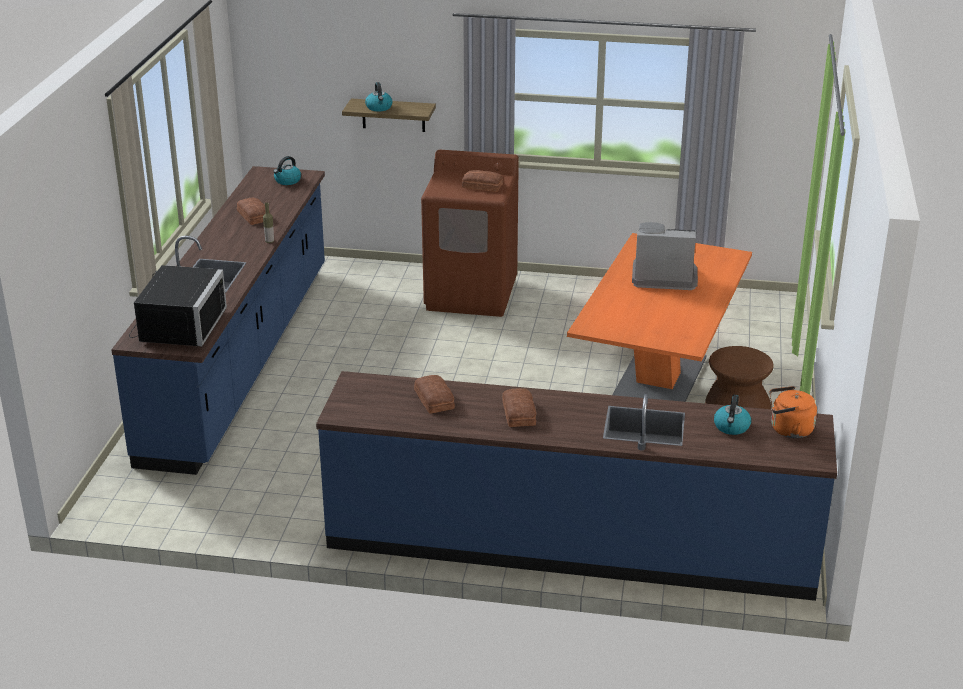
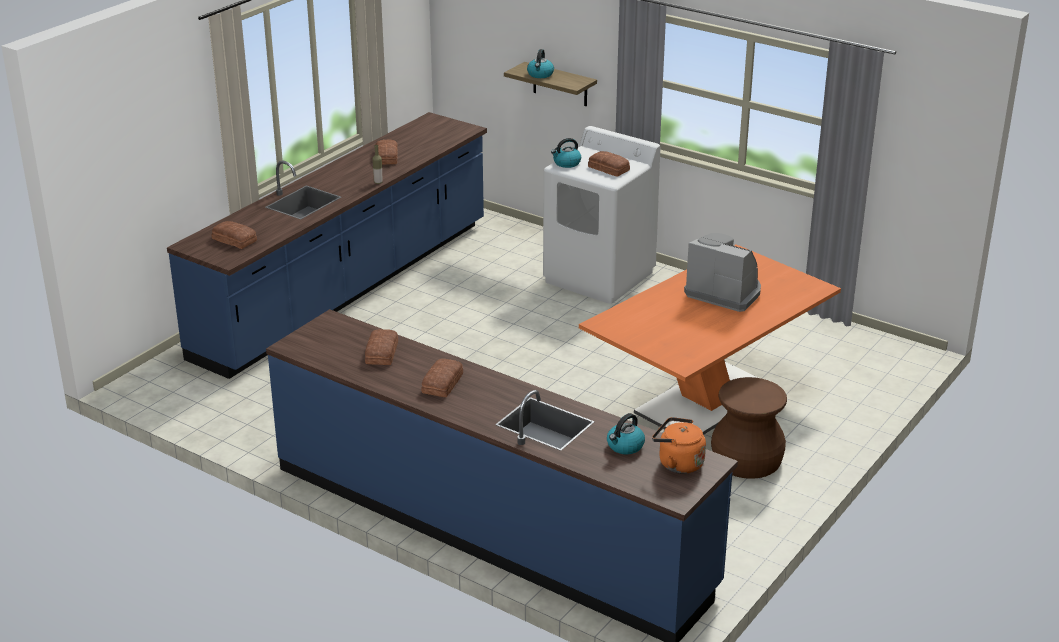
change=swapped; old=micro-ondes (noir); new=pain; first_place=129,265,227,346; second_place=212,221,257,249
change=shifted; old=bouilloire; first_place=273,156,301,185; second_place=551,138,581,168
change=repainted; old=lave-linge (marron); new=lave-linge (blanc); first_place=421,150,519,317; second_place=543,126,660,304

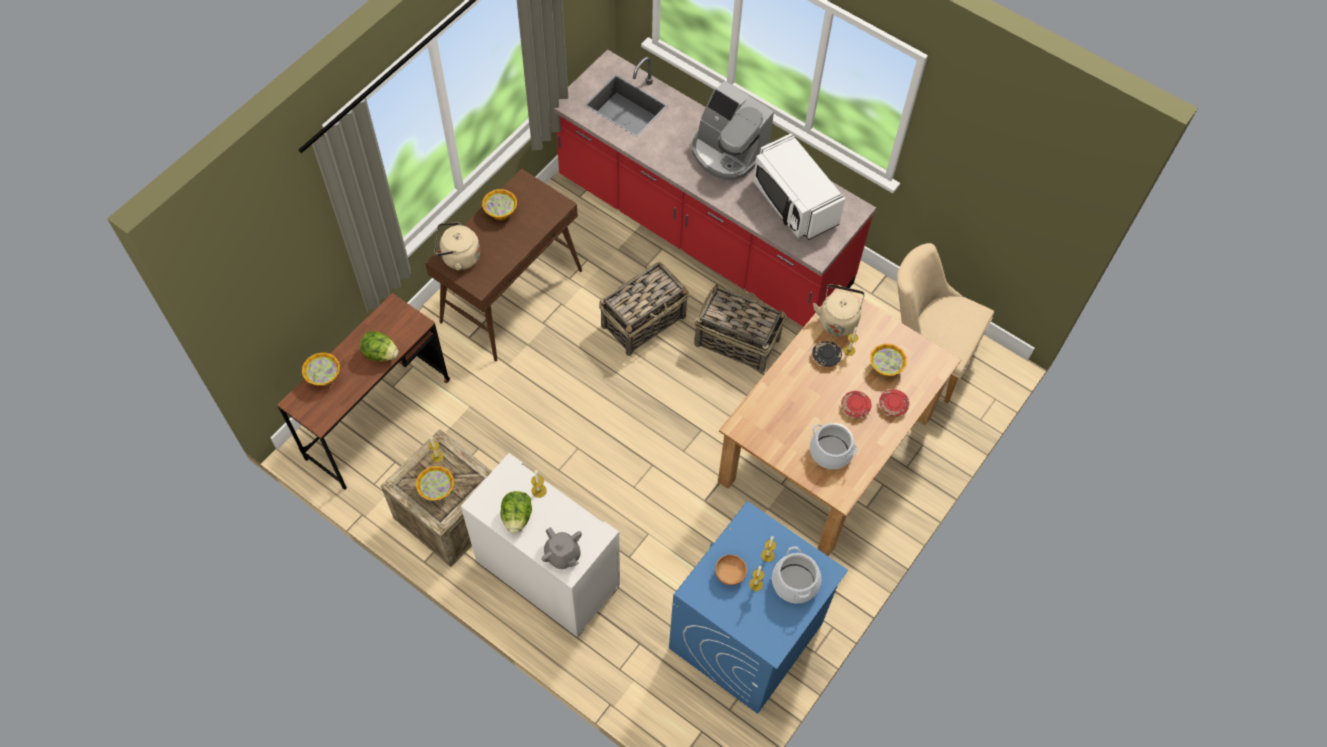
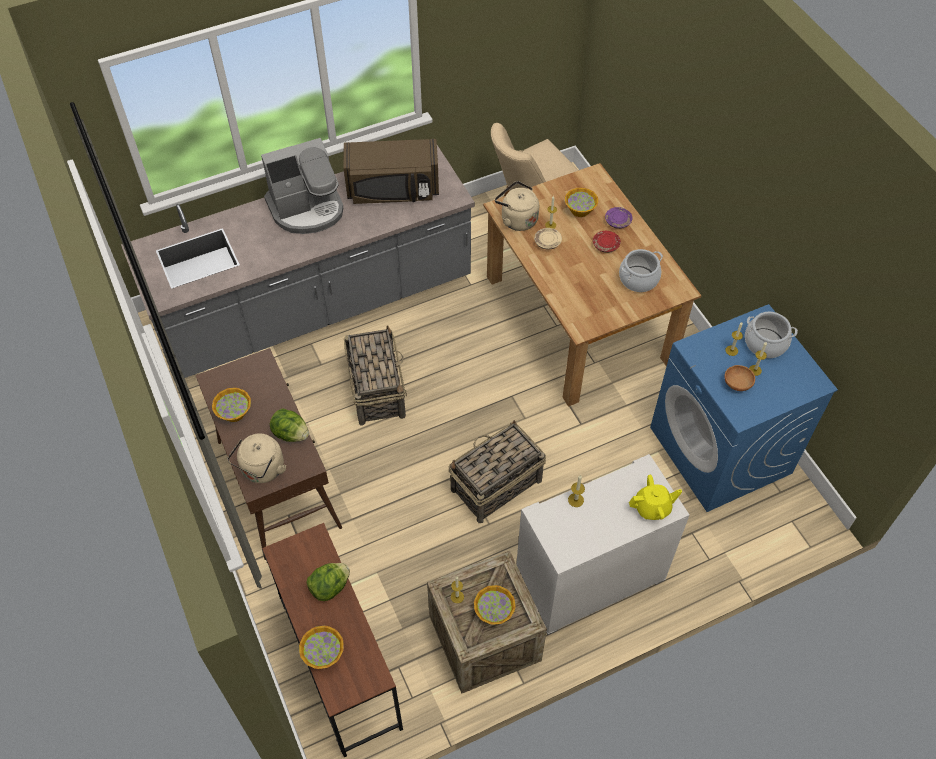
change=shifted; old=laitue; first_place=501,491,532,534; second_place=270,409,309,442
change=repainted; old=théière (gris); new=théière (jaune); first_place=541,527,582,569; second_place=629,475,682,520
change=repainted; old=comptoir de cuisine (rouge); new=comptoir de cuisine (gris); first_place=554,49,876,327; second_place=121,145,475,378
change=shifted; old=panier; first_place=694,283,786,374; second_place=448,420,546,523
change=repainted; old=micro-ondes (blanc); new=micro-ondes (marron); first_place=753,133,845,240; second_place=343,139,439,204
change=repainted; old=assiette (noir); new=assiette (beige); first_place=812,341,842,367; second_place=534,228,562,250
change=repainted; old=assiette (rouge); new=assiette (violet); first_place=879,389,910,417; second_place=605,207,633,229

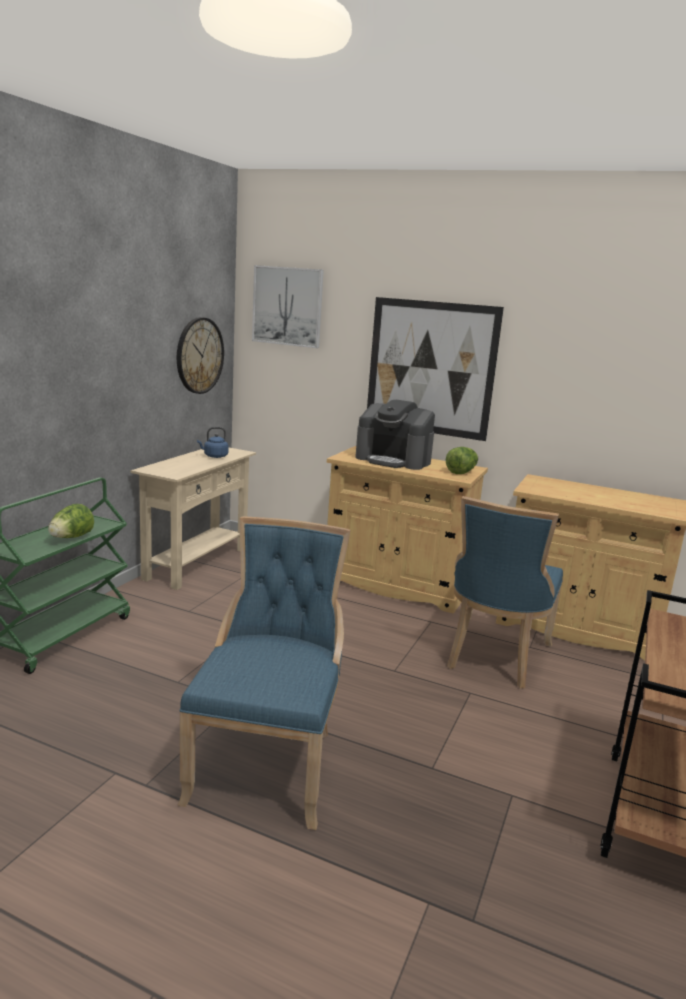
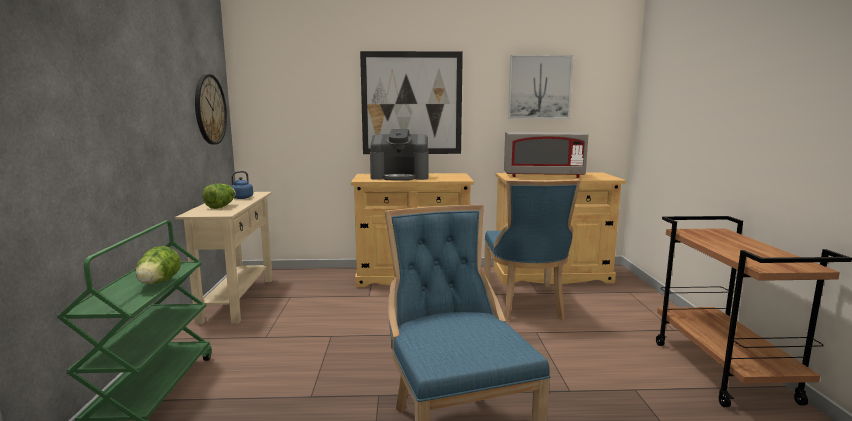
change=shifted; old=tableau; first_place=252,265,324,348; second_place=508,55,573,119
change=shifted; old=laitue; first_place=446,447,478,474; second_place=202,183,236,209
change=new; new=micro-ondes (gris); second_place=504,132,588,178

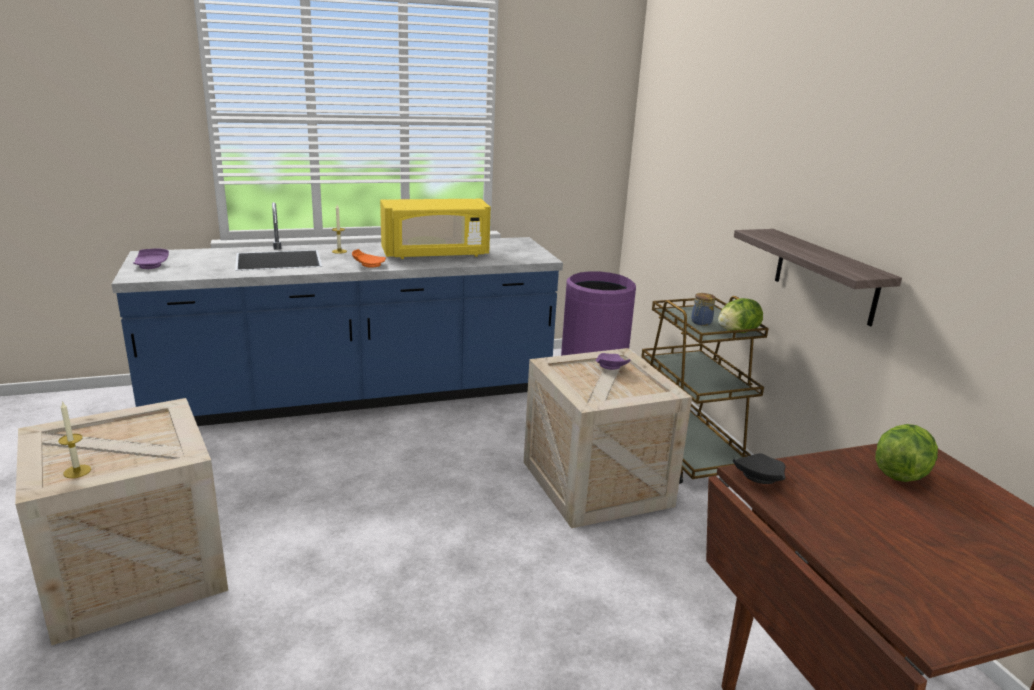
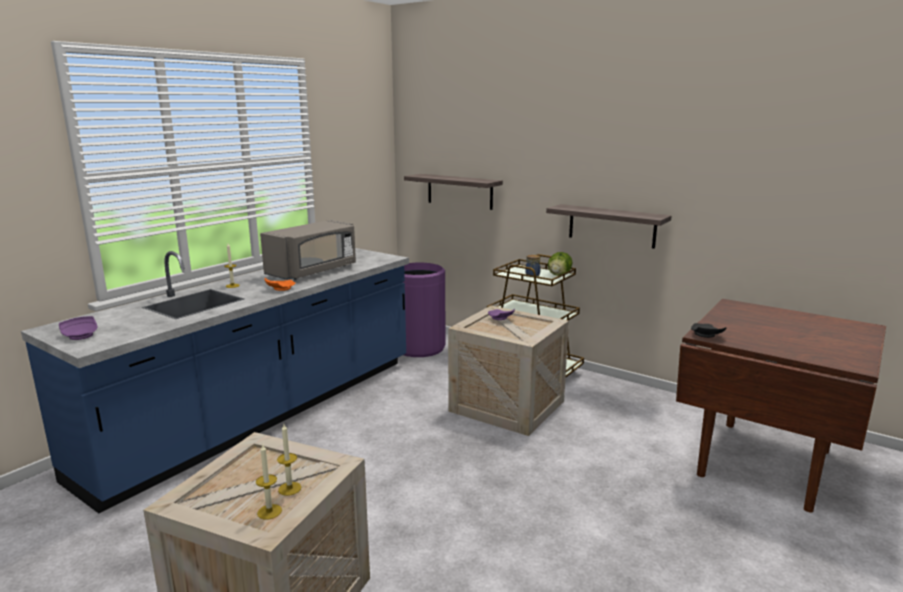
change=repainted; old=micro-ondes (jaune); new=micro-ondes (gris); first_place=380,199,491,259; second_place=260,220,356,280
change=gone; old=laitue; first_place=875,424,938,482
change=new; new=bougie; second_place=277,424,301,496
change=new; new=étagère; second_place=404,174,503,210

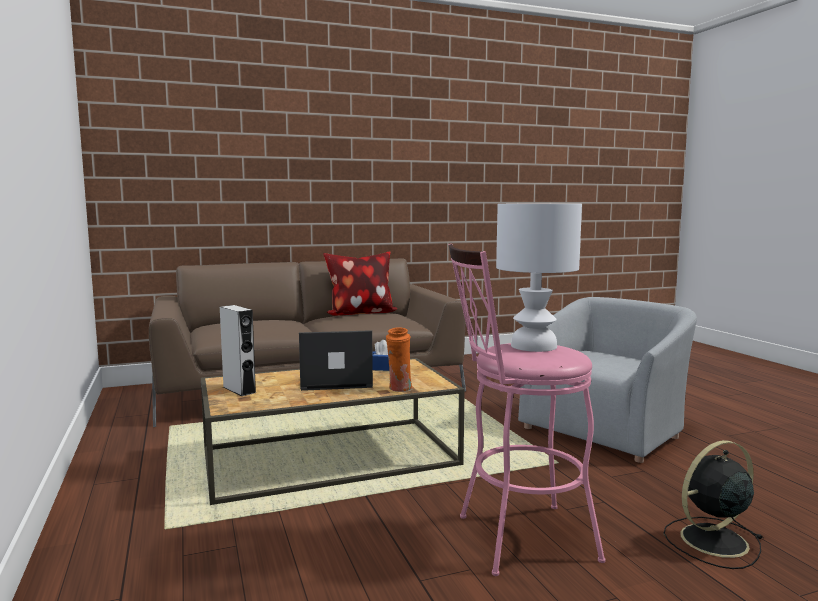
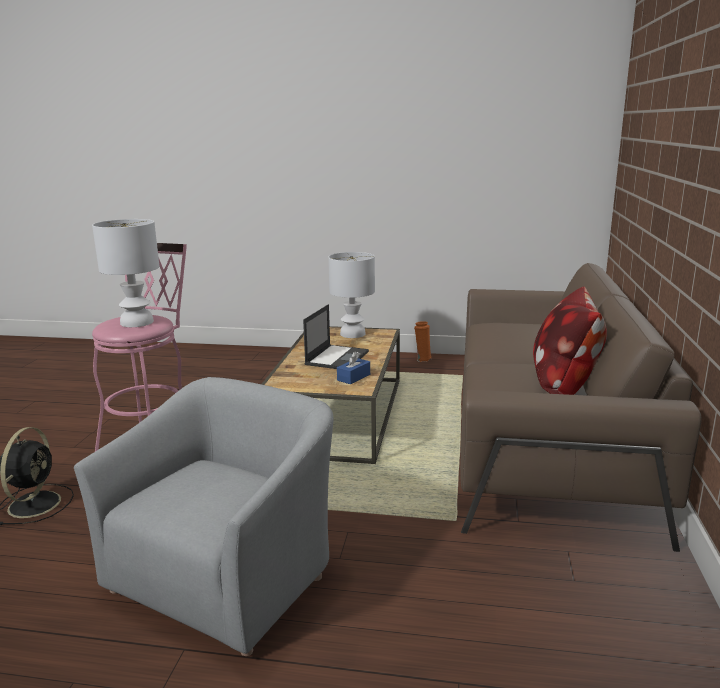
change=swapped; old=enceinte (gris); new=lampe de table (blanc); first_place=220,305,256,396; second_place=328,252,375,338
change=shifted; old=vase (orange); first_place=386,327,413,392; second_place=414,321,432,362
change=rotated; old=fauteuil (gris); first_place=518,297,697,463; second_place=74,377,333,656; degrees=-135

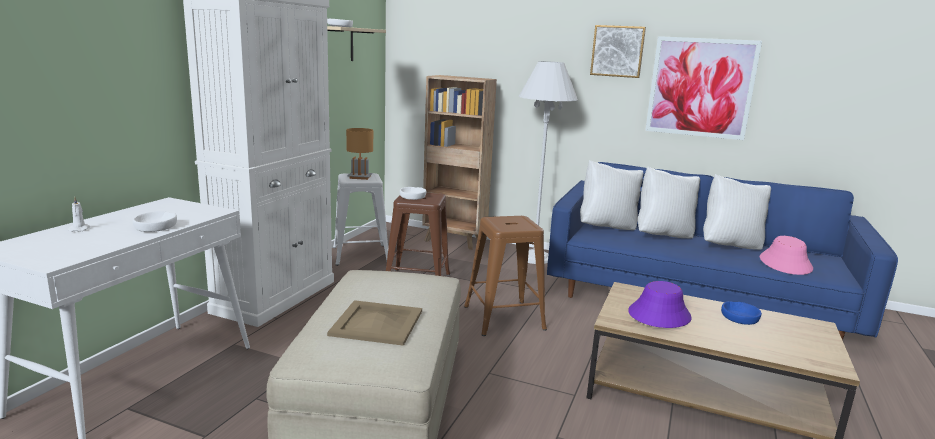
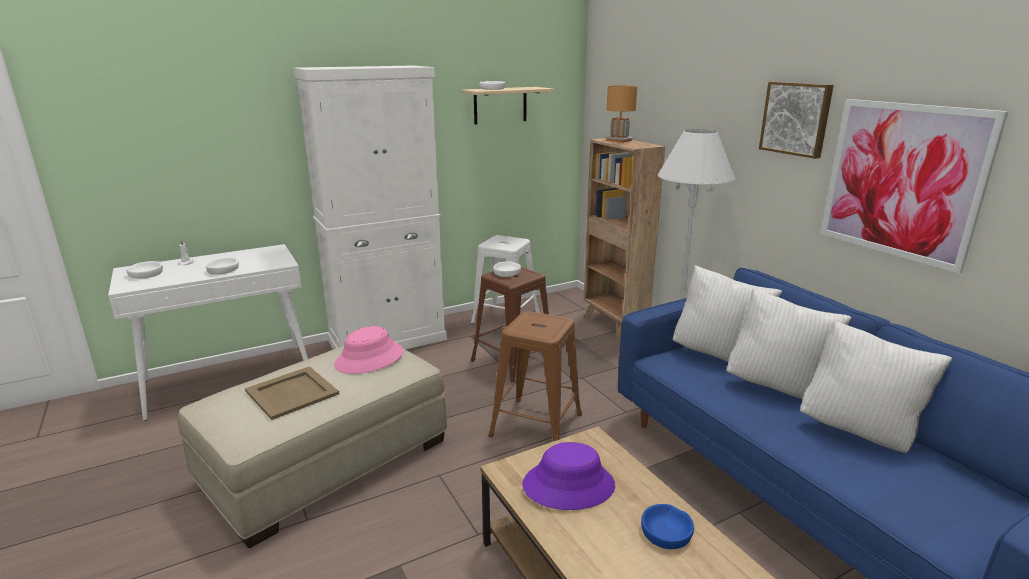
change=shifted; old=lampe de table (marron); first_place=346,128,373,180; second_place=604,85,637,143
change=shifted; old=chapeau (rose); first_place=760,236,813,275; second_place=334,326,404,374
change=new; new=bol (blanc); second_place=126,261,163,278

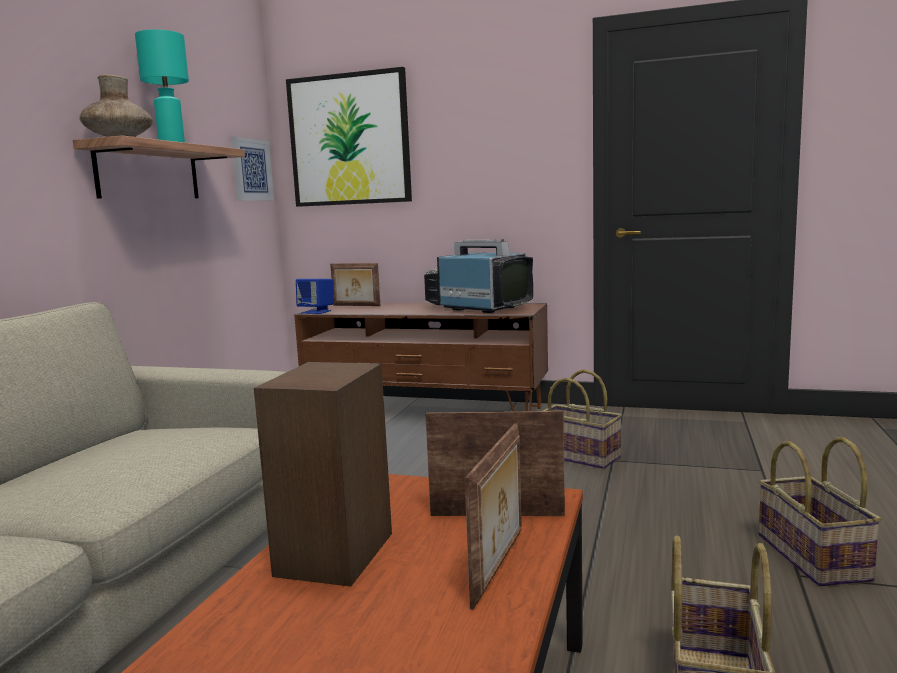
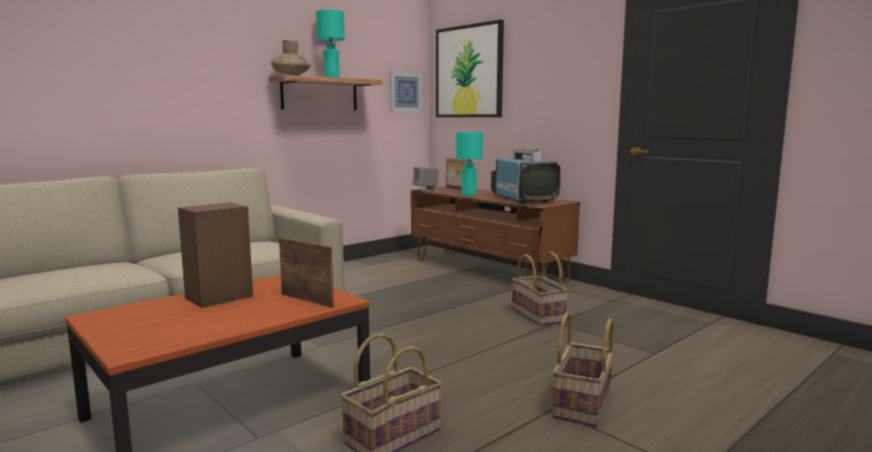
change=repainted; old=enceinte (bleu); new=enceinte (gris); first_place=296,279,334,314; second_place=413,166,439,191
change=gone; old=cadre photo; first_place=465,423,522,610
change=new; new=lampe de table (turquoise); second_place=456,132,483,196

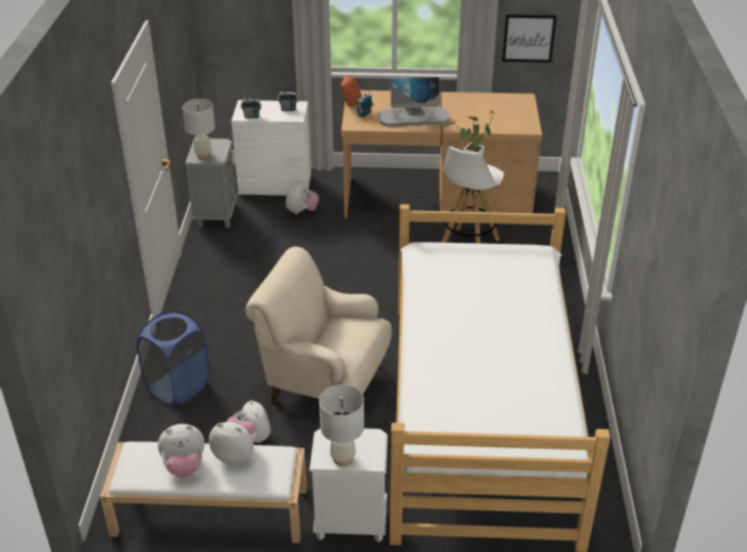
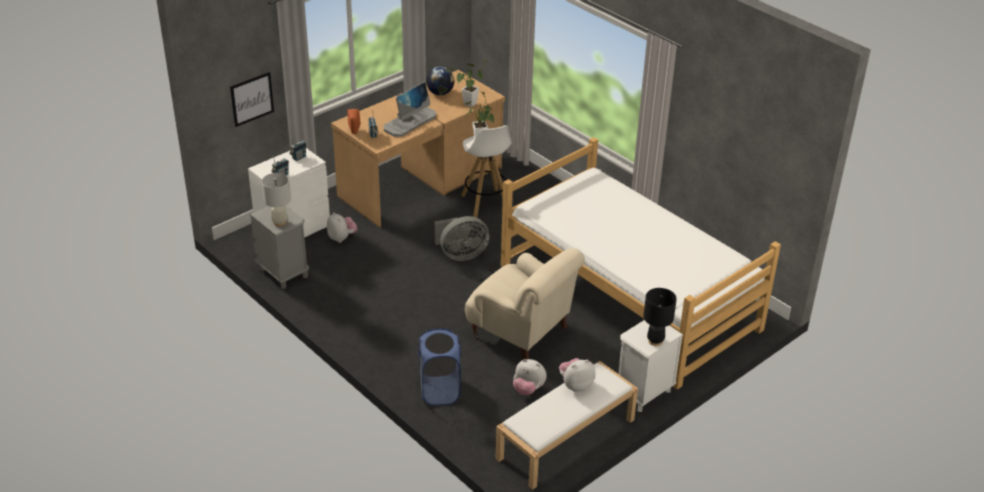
change=gone; old=peluche; first_place=158,424,205,477
change=rotated; old=fauteuil (beige); first_place=246,247,392,415; second_place=465,248,585,360; degrees=-120
change=repainted; old=lampe de table (blanc); new=lampe de table (noir); first_place=319,384,364,466; second_place=643,288,677,346
change=shifted; old=tableau; first_place=502,14,557,63; second_place=230,72,274,127
change=new; new=globe; second_place=426,67,455,95
change=new; new=ventilateur (gris); second_place=434,216,489,261
change=new; new=plante en pot; second_place=445,59,488,107

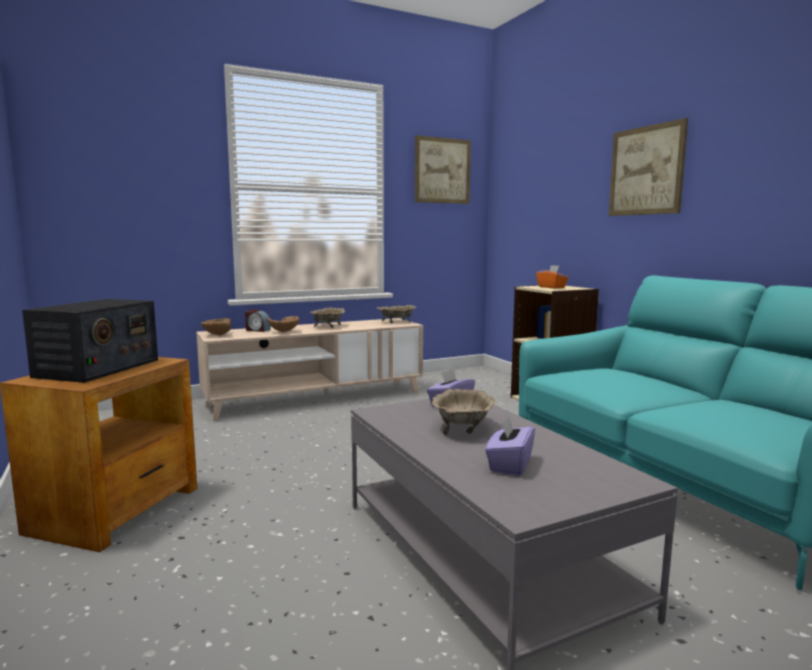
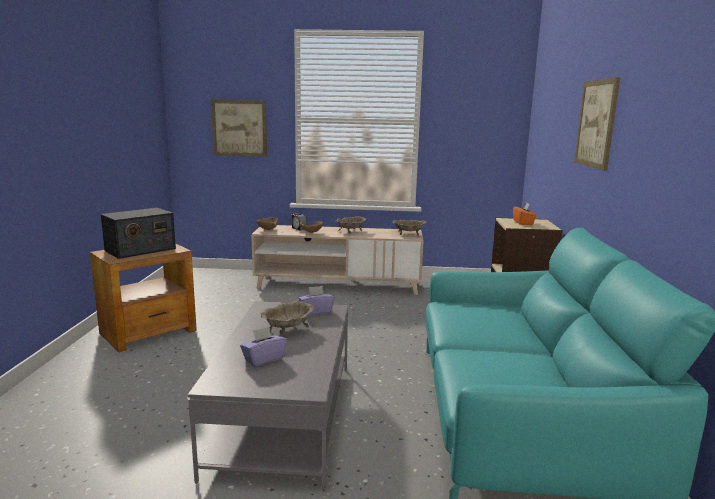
change=shifted; old=tableau; first_place=415,135,471,204; second_place=211,100,267,157

